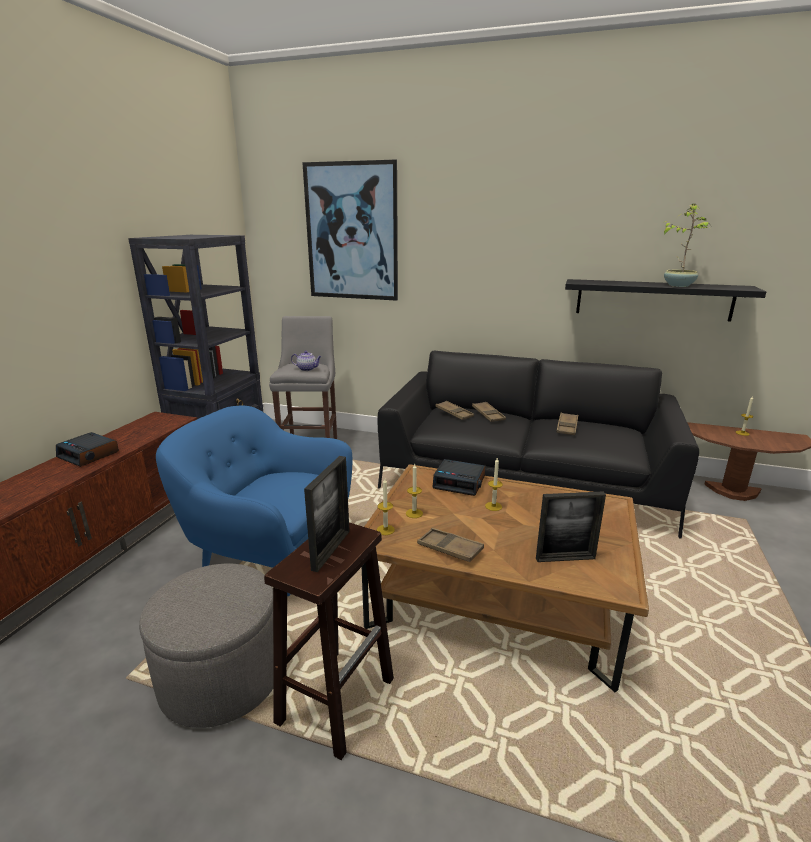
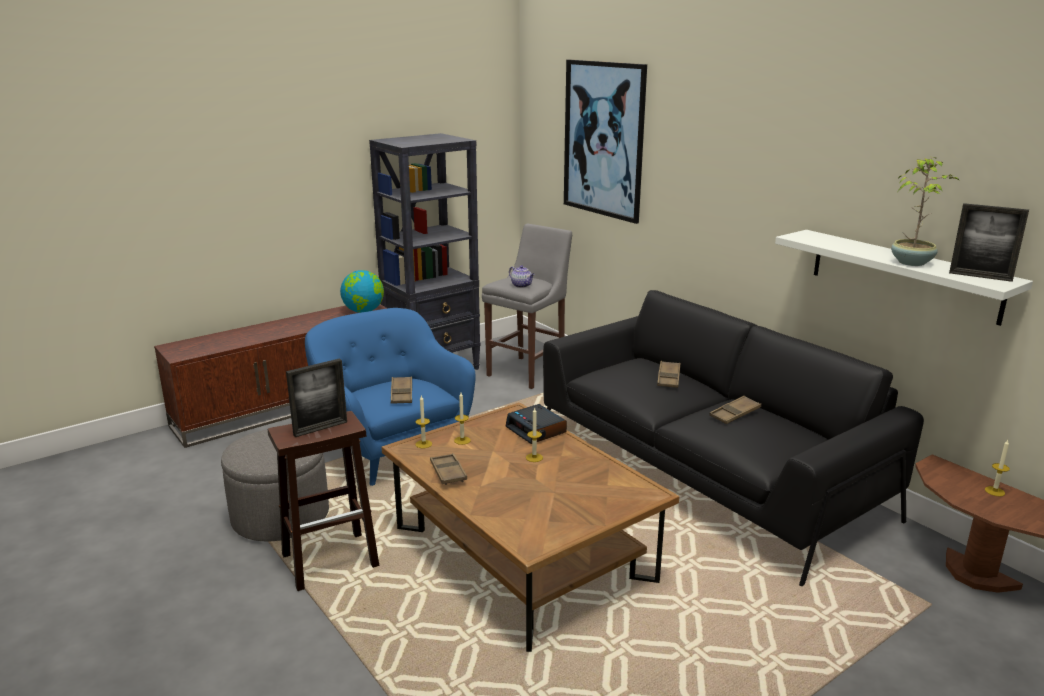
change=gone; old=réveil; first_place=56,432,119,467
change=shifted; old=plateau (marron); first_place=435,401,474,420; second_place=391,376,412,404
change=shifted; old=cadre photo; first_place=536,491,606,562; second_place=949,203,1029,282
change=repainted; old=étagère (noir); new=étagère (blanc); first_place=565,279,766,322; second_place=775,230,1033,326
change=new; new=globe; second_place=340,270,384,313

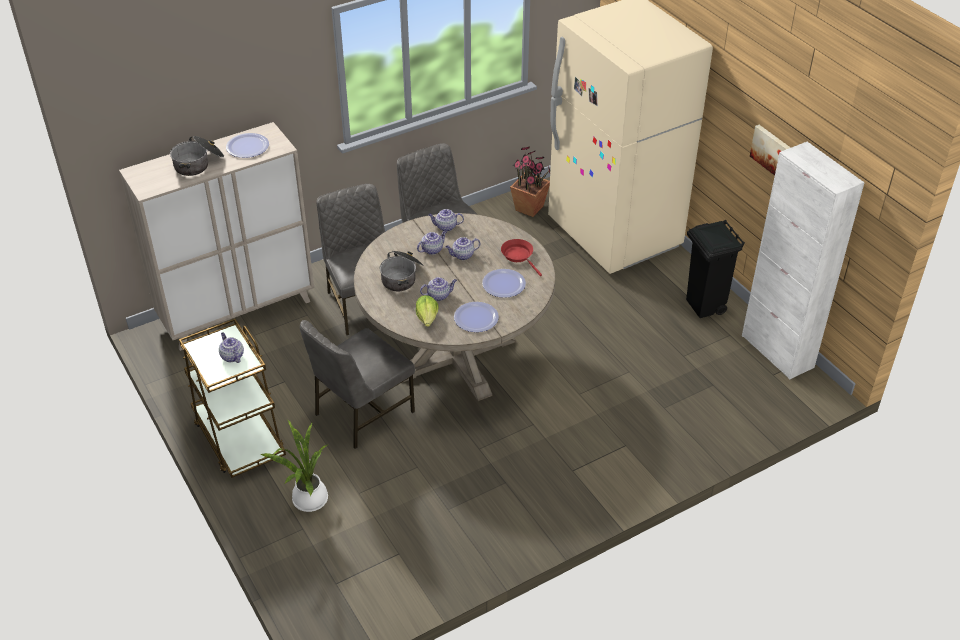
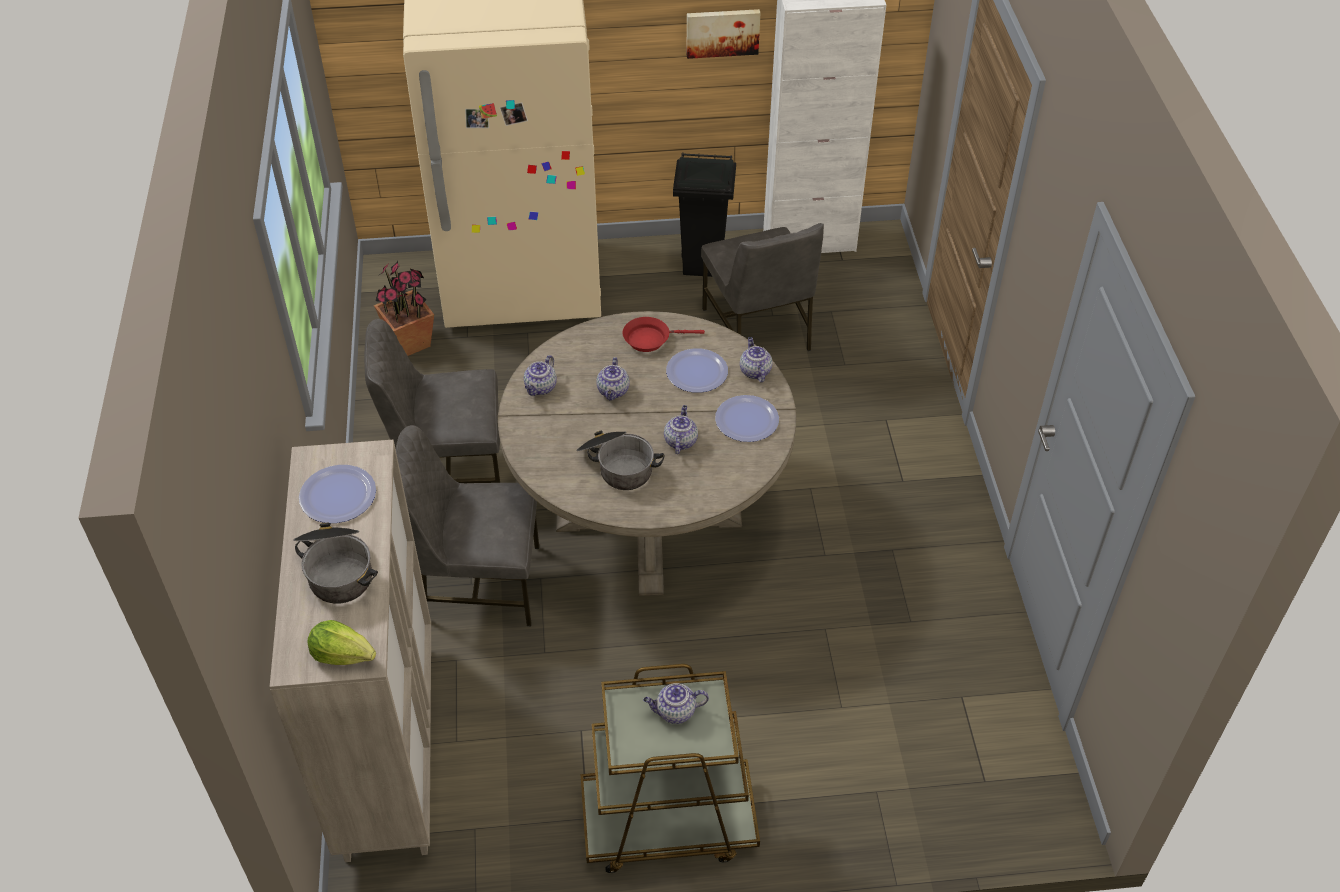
change=gone; old=plante en pot; first_place=260,420,328,512
change=shifted; old=chaise (gris); first_place=300,320,415,449; second_place=701,223,824,351
change=shifted; old=laitue; first_place=416,295,439,327; second_place=307,620,376,665
change=shifted; old=théière; first_place=417,230,447,255; second_place=740,337,773,382

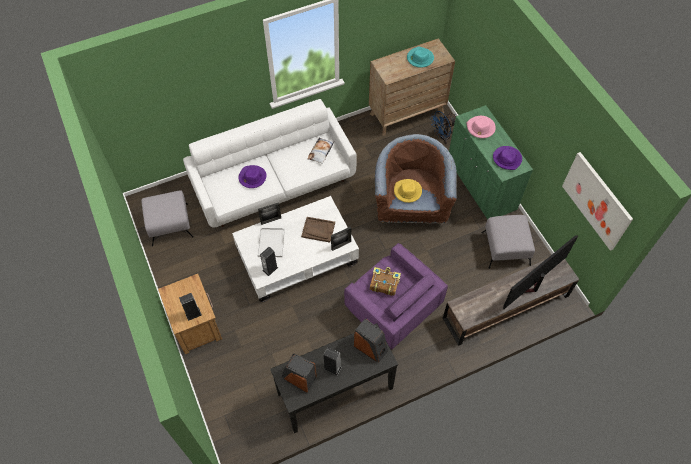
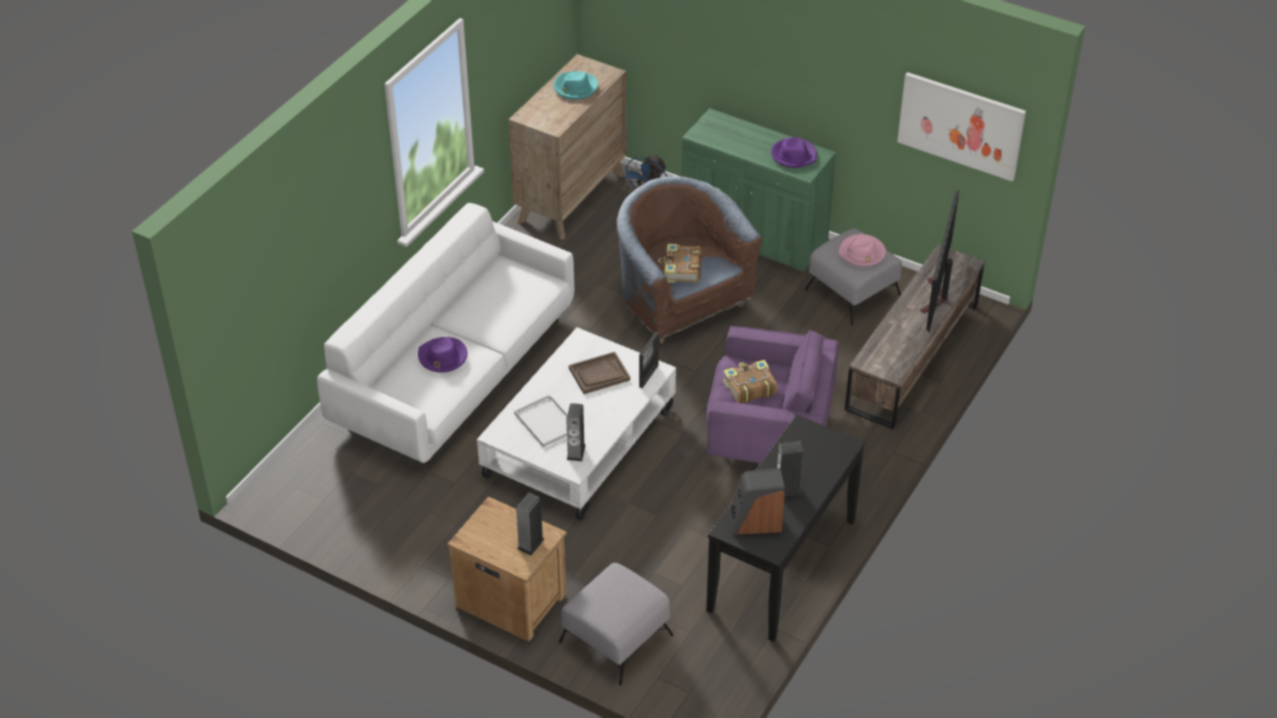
change=shifted; old=pouf (gris); first_place=141,190,194,246; second_place=559,563,673,685
change=gone; old=cadre photo; first_place=258,202,281,225
change=gone; old=coussin; first_place=307,137,335,164
change=gone; old=enceinte; first_place=354,318,388,363
change=swapped; old=chapeau (jaune); new=livre; first_place=394,179,422,203; second_place=658,244,702,283
change=shifted; old=chapeau (rose); first_place=467,116,496,138; second_place=838,234,886,266

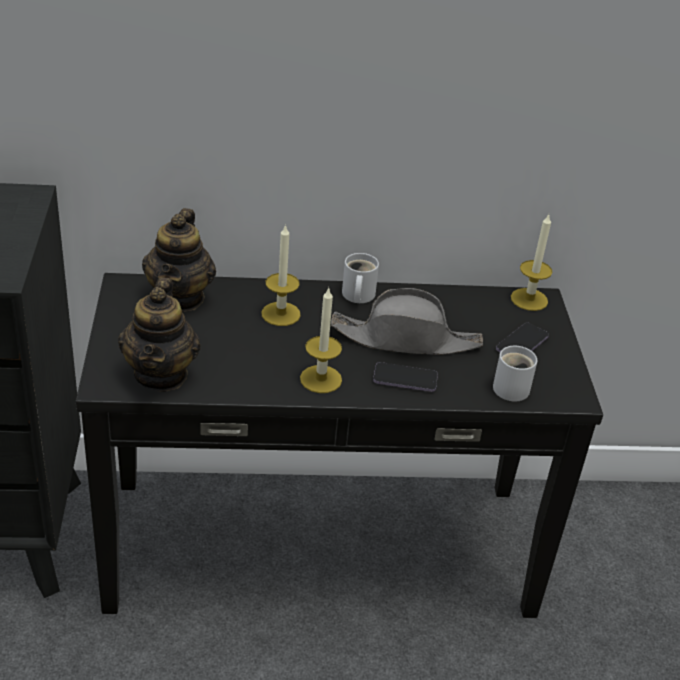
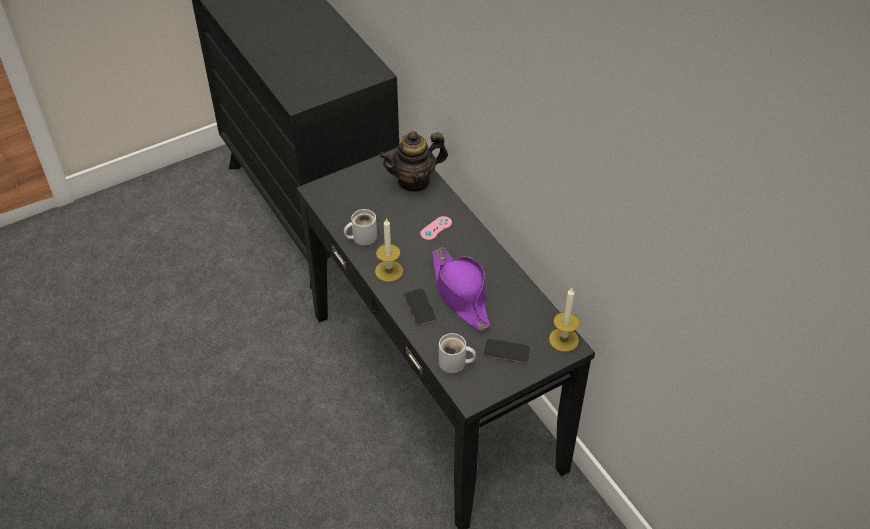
change=gone; old=théière; first_place=118,278,201,391
change=swapped; old=bougie; new=manette (rose); first_place=261,224,301,326; second_place=420,216,452,240
change=repainted; old=chapeau (gris); new=chapeau (violet); first_place=331,288,483,355; second_place=432,247,490,331
change=shifted; old=mug (blanc); first_place=342,253,379,303; second_place=344,209,377,245

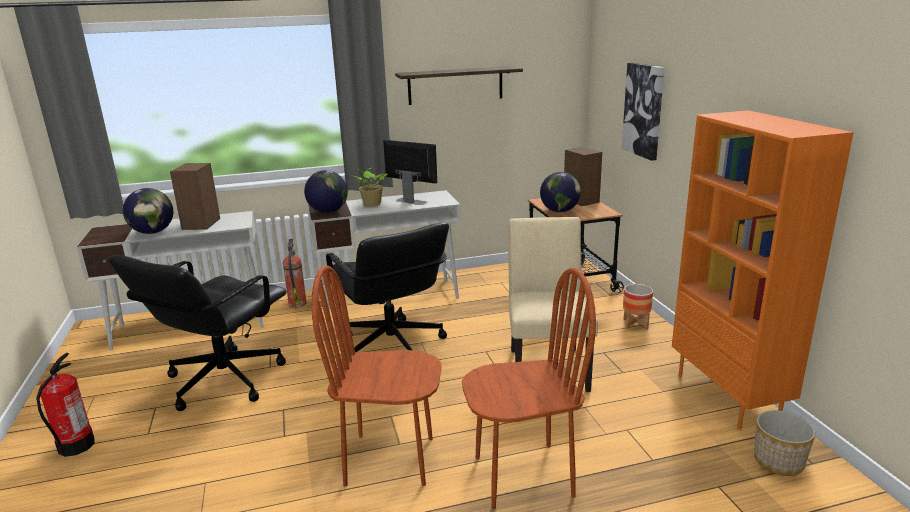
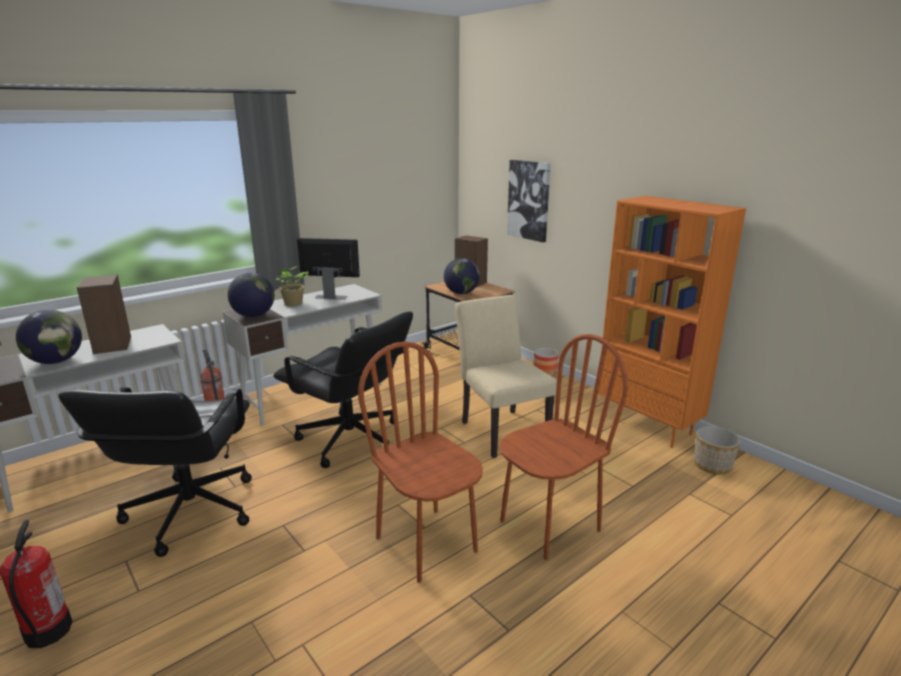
change=rotated; old=chaise (marron); first_place=311,265,442,486; second_place=358,341,483,583; degrees=75
change=gone; old=étagère; first_place=395,66,523,105

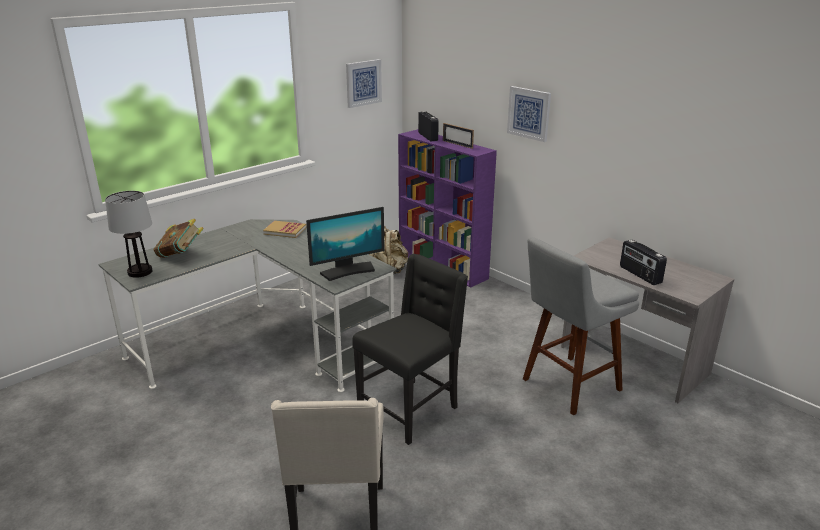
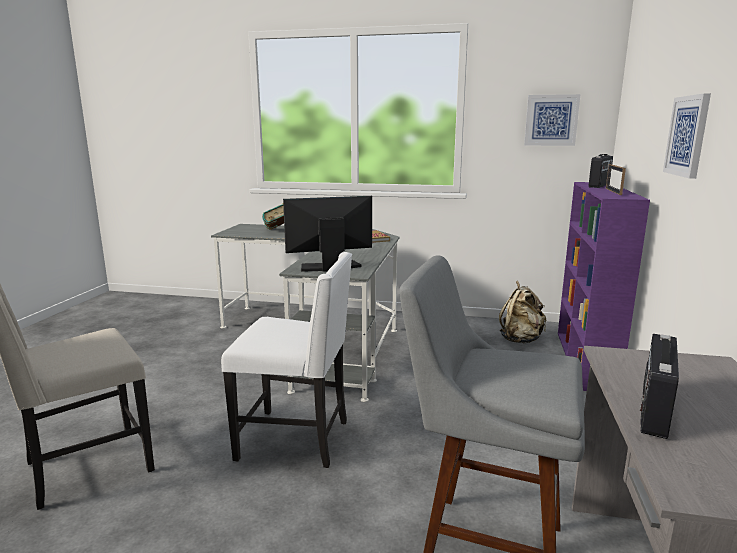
change=gone; old=lampe de table; first_place=105,191,153,278
change=rotated; old=écran d'ordinateur; first_place=306,207,385,281; second_place=283,196,372,272; degrees=135
change=repainted; old=chaise (noir); new=chaise (blanc); first_place=352,254,468,445; second_place=221,252,352,468

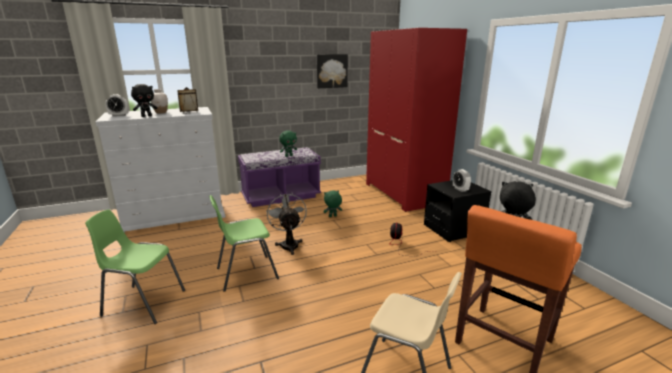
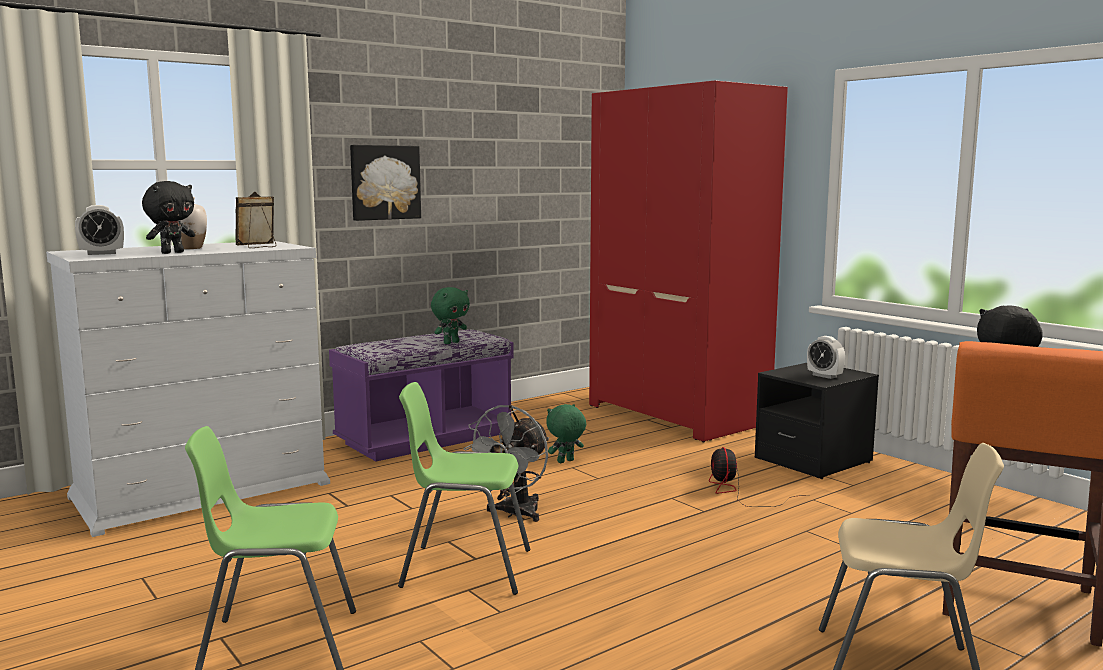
change=rotated; old=chaise (vert); first_place=209,195,279,292; second_place=398,382,530,595; degrees=45
change=rotated; old=ventilateur (gris); first_place=266,192,307,255; second_place=464,405,549,522; degrees=-120
change=shifted; old=tableau; first_place=317,54,348,88; second_place=350,145,421,221

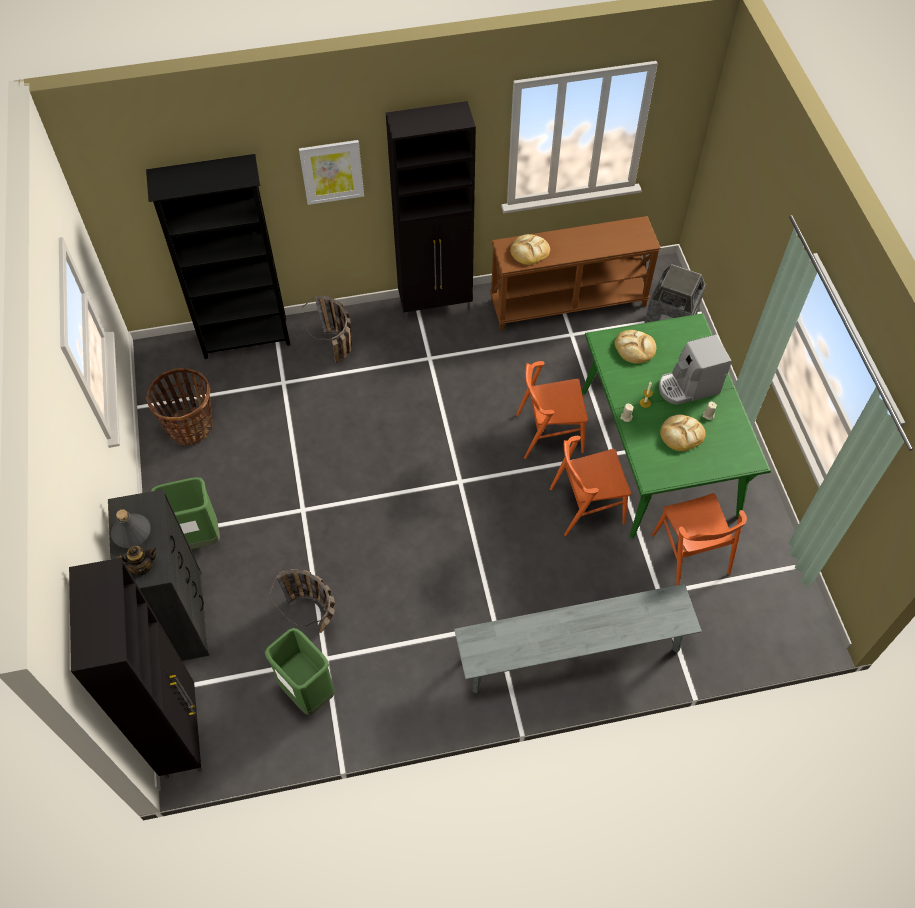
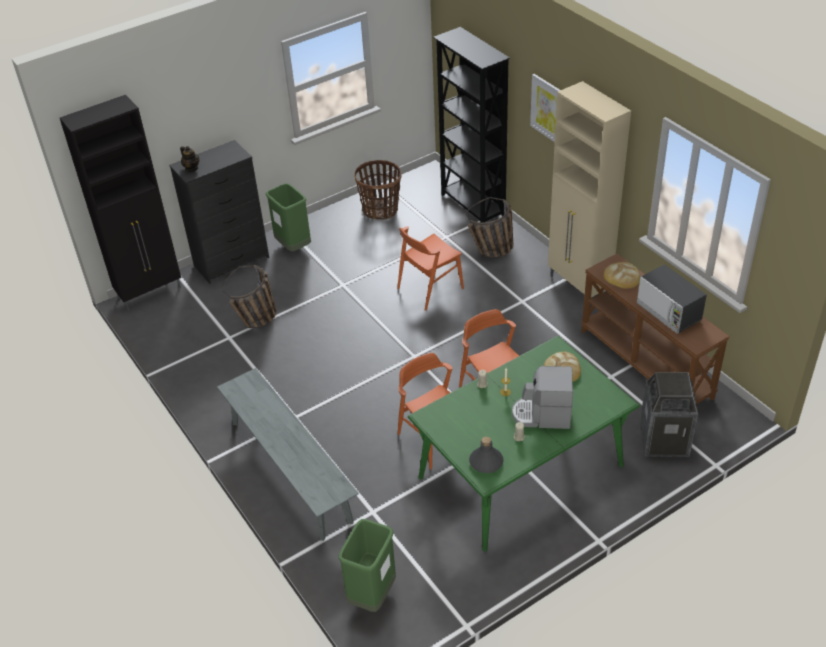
change=shifted; old=bouteille (gris); first_place=111,509,151,548; second_place=469,437,504,473
change=shifted; old=poubelle (vert); first_place=265,628,335,715; second_place=339,519,396,612
change=repainted; old=meuble de rangement (noir); new=meuble de rangement (beige); first_place=386,101,476,321; second_place=548,81,631,307
change=shifted; old=chaise (orange); first_place=652,493,747,585; second_place=397,226,464,311
change=rotated; old=machine à café; first_place=659,334,732,405; second_place=512,366,573,429; degrees=-45
change=gone; old=pain; first_place=660,415,706,451
change=new; new=micro-ondes; second_place=636,264,707,334

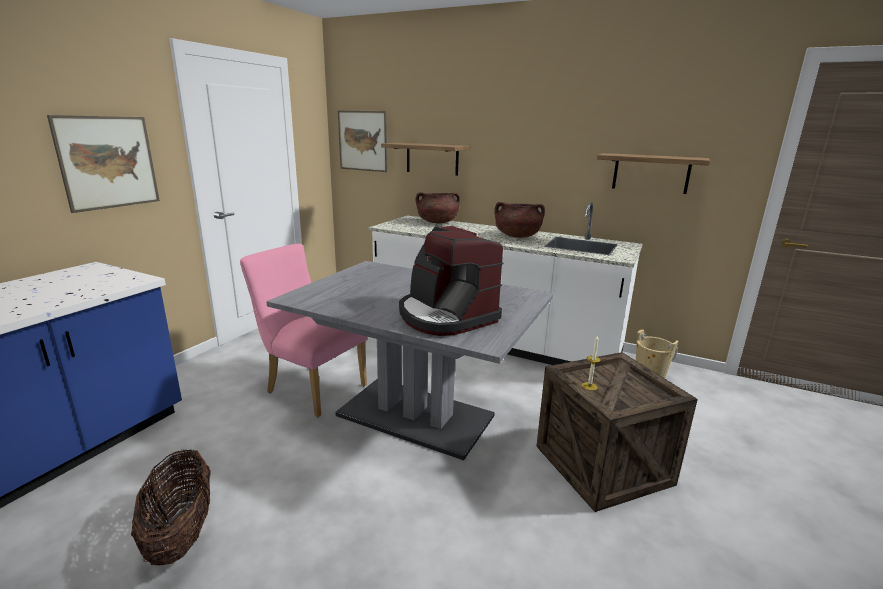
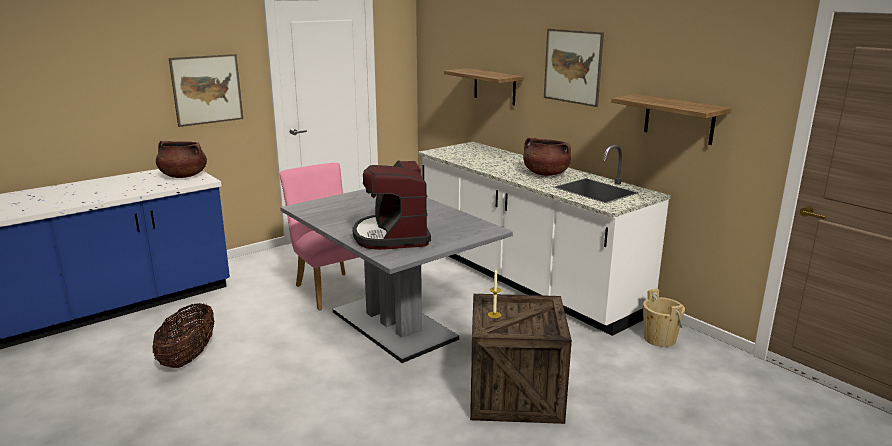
change=shifted; old=tableau; first_place=338,110,388,172; second_place=544,28,604,107
change=shifted; old=marmite (marron); first_place=416,192,460,223; second_place=156,141,207,178

